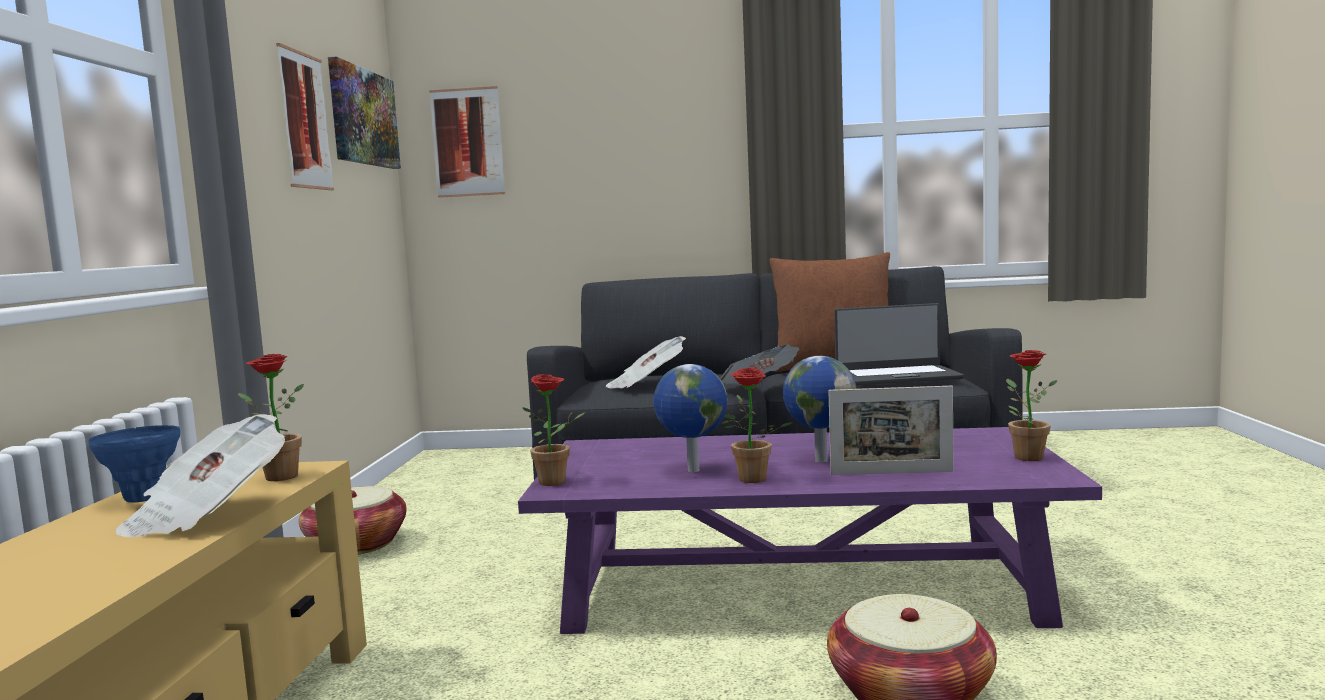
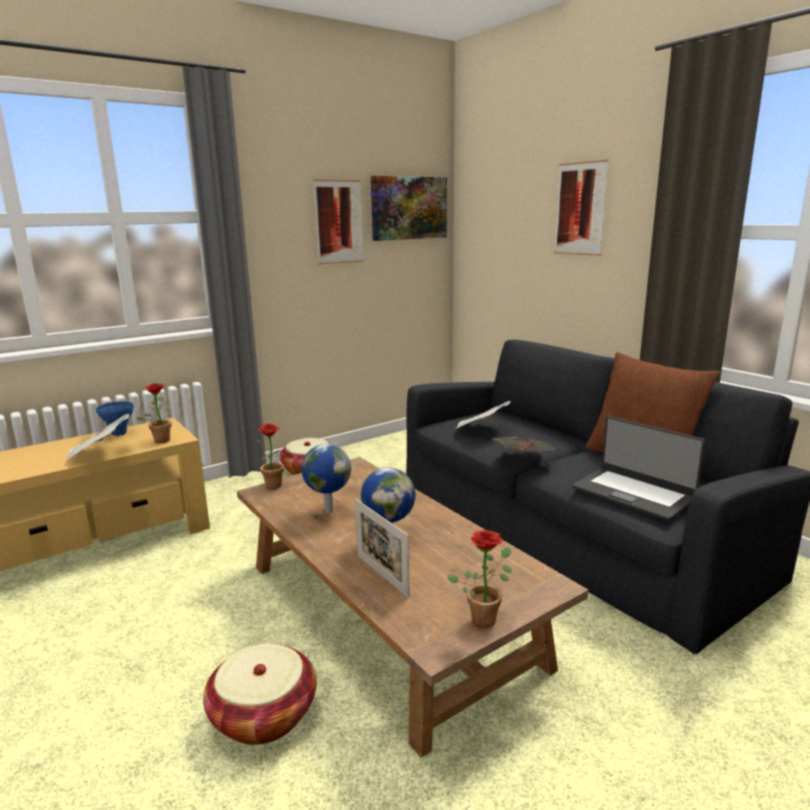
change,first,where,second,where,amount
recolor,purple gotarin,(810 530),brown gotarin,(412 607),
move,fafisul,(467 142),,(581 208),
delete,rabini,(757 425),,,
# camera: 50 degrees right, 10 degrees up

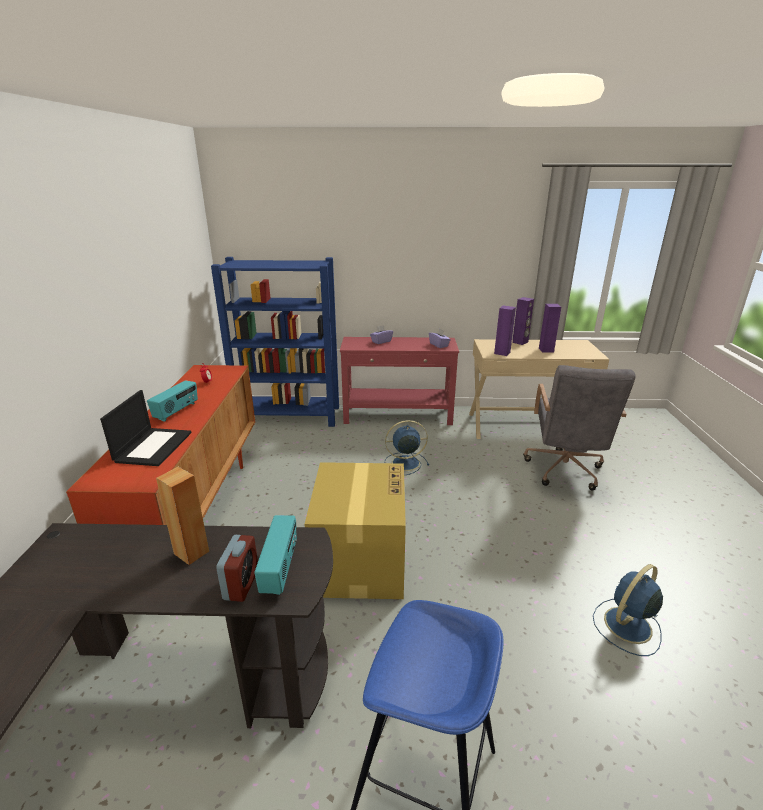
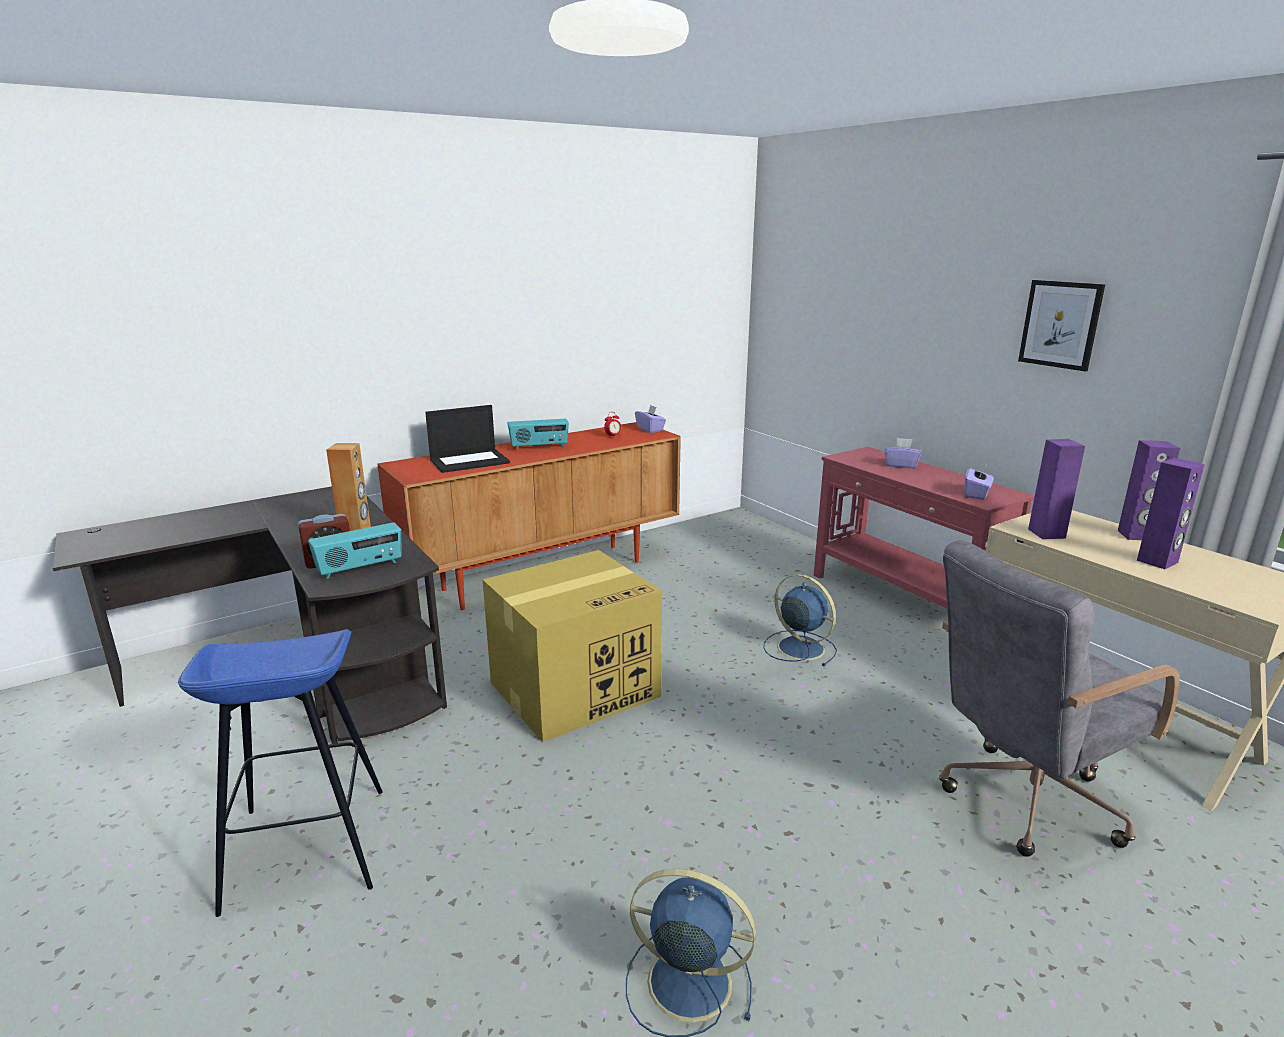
change,first,where,second,where,amount
insert,,,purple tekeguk,(650 419),
insert,,,fafisul,(1061 325),
delete,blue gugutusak,(275 342),,,
# camera: 55 degrees right, 5 degrees down

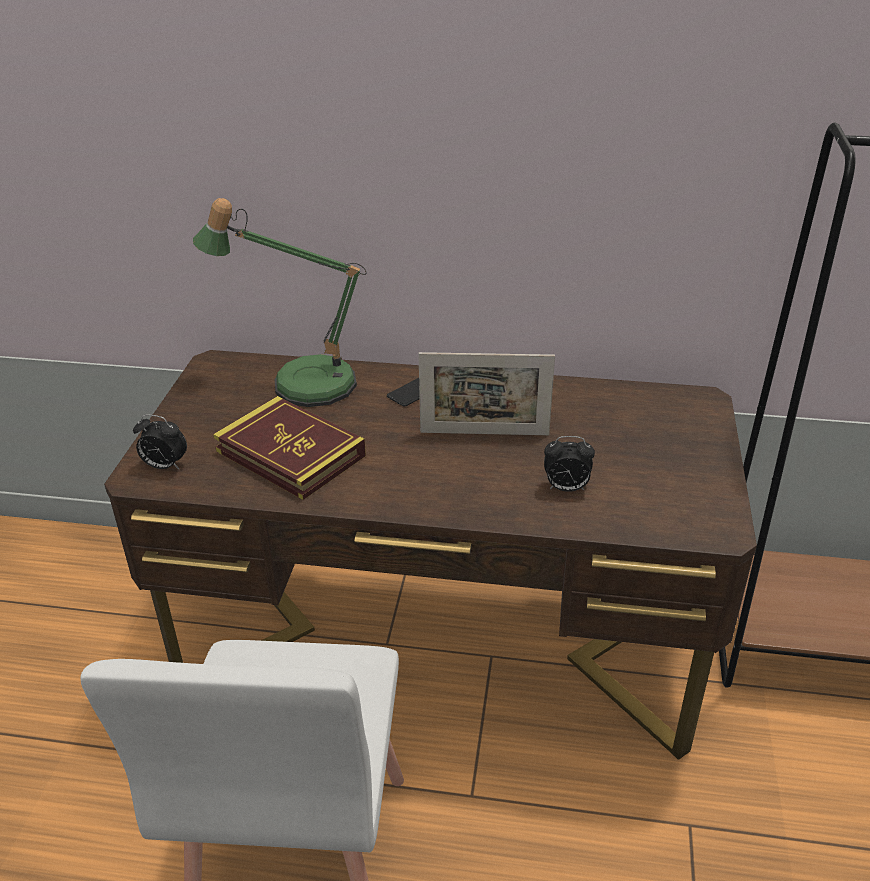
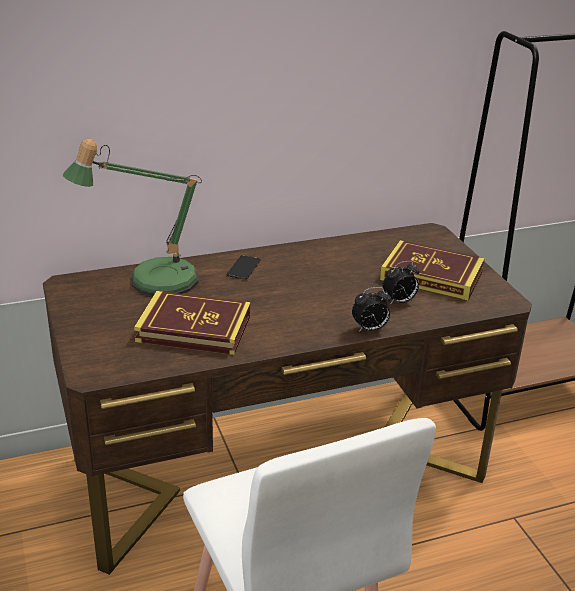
change,first,where,second,where,amount
move,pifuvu,(160 442),,(371 309),
insert,,,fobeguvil,(432 270),
delete,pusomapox,(487 393),,,
# camera: 30 degrees left, 5 degrees down

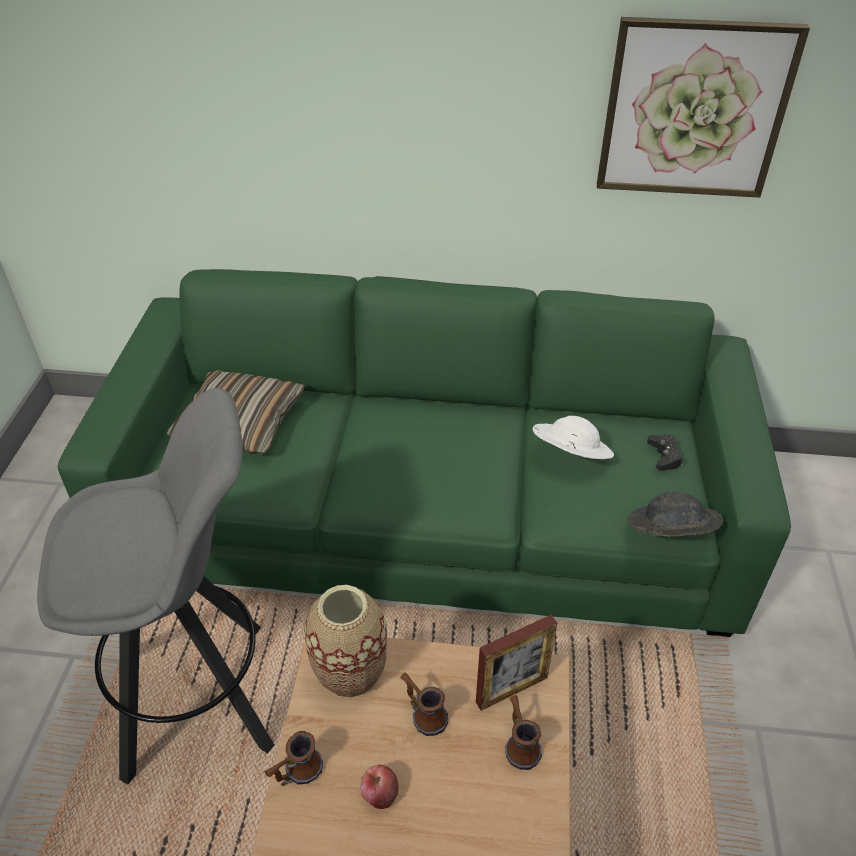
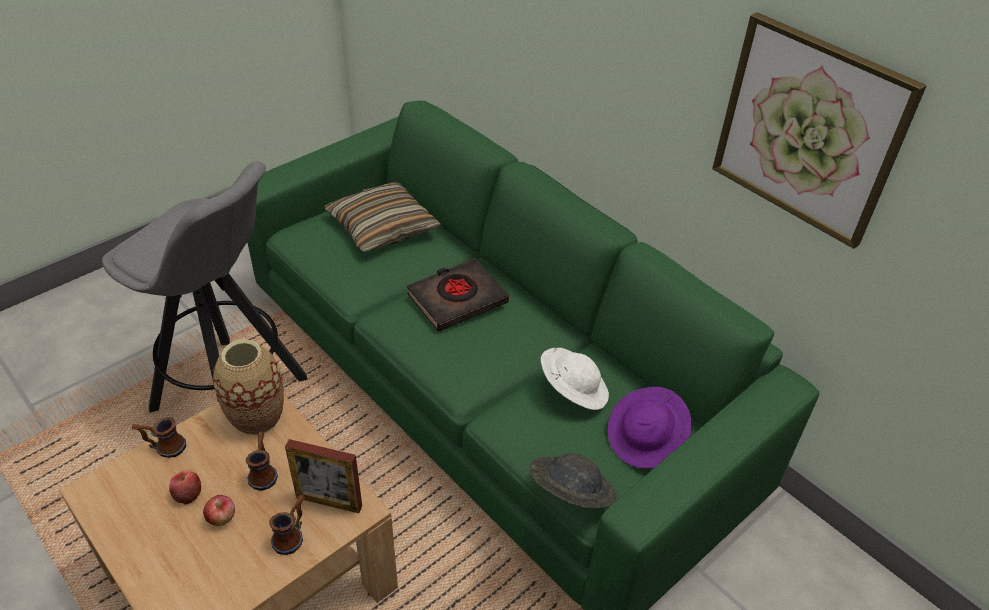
change,first,where,second,where,amount
insert,,,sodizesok,(219 510),
insert,,,black fobeguvil,(458 295),
replace,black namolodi,(665 452),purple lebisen,(650 428),
# camera: 40 degrees right, 0 degrees up

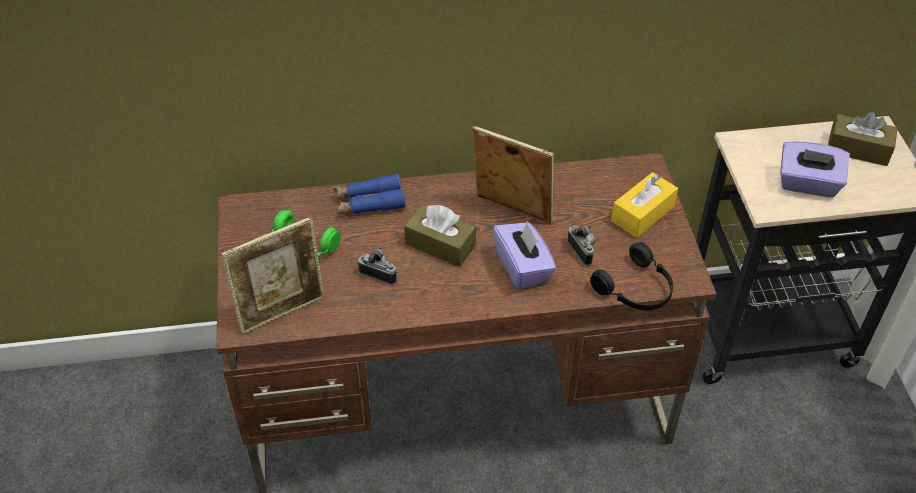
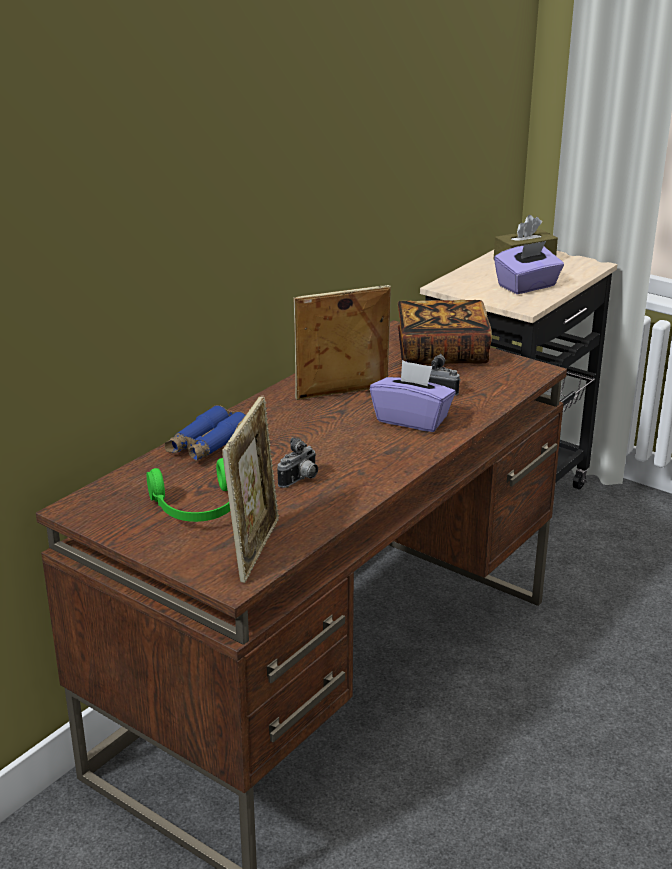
change,first,where,second,where,amount
rotate,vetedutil,(377 265),,(297 462),150 degrees clockwise
replace,yellow tekeguk,(644 205),fobeguvil,(445 332),
delete,brown tekeguk,(440 236),,,
delete,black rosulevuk,(631 276),,,
# camera: 45 degrees left, 20 degrees down

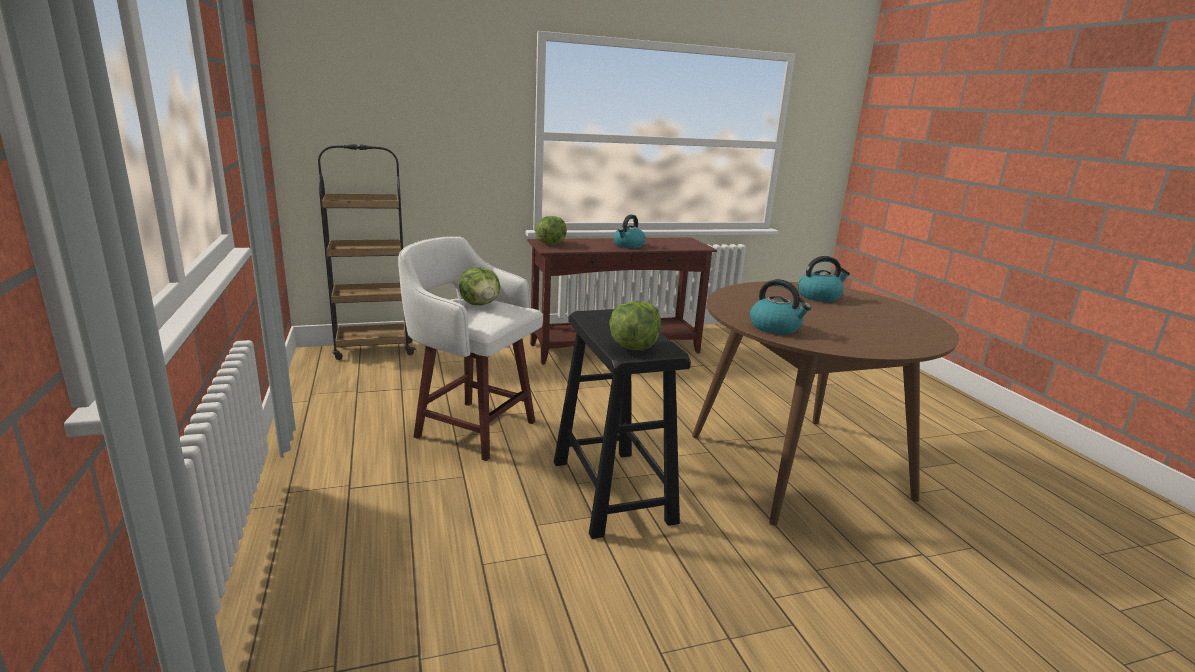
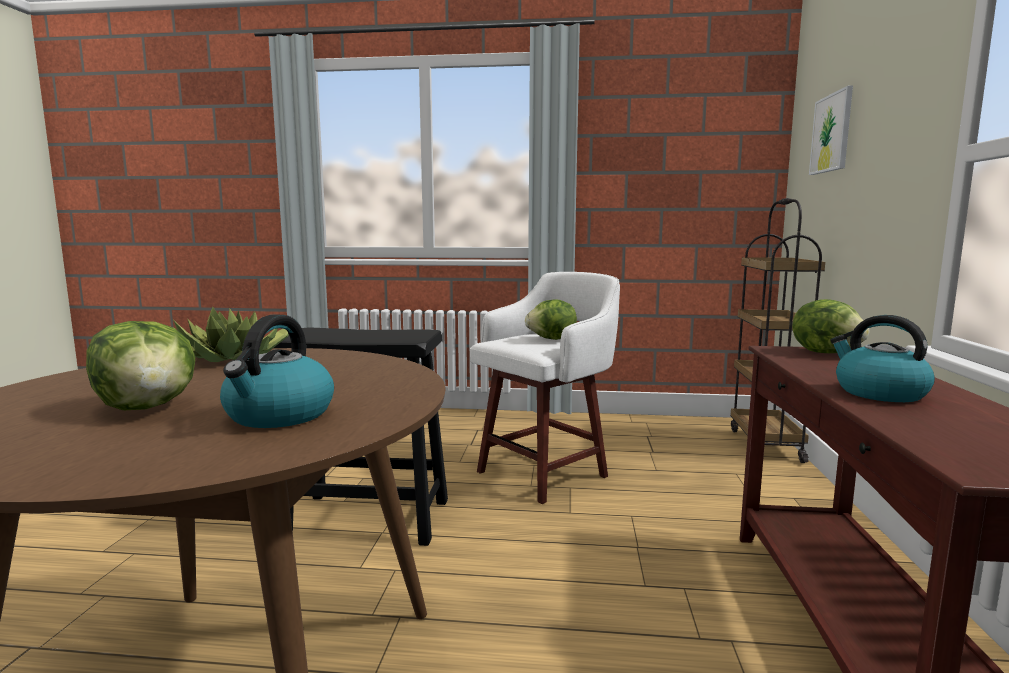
change,first,where,second,where,amount
move,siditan,(635 325),,(140 365),
replace,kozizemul,(780 306),rabini,(231 334),
insert,,,fafisul,(831 130),
# camera: 115 degrees right, 10 degrees down

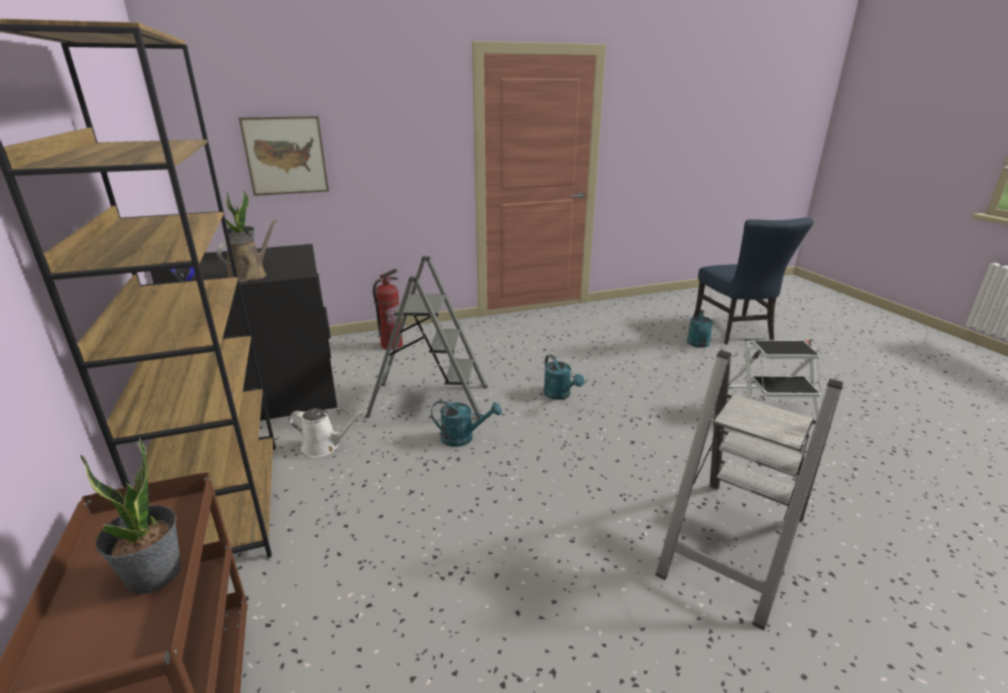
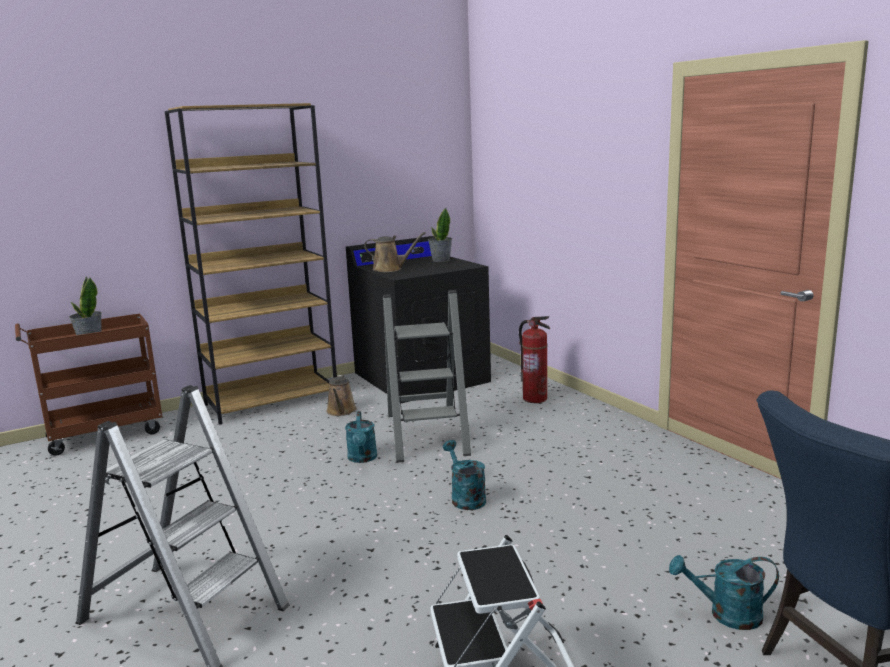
change,first,where,second,where,amount
recolor,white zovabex,(326 433),brown zovabex,(341 395),
rotate,turquoise zovabex,(564 377),,(464 475),105 degrees clockwise
delete,fafisul,(284 156),,,
# camera: 80 degrees right, 10 degrees down

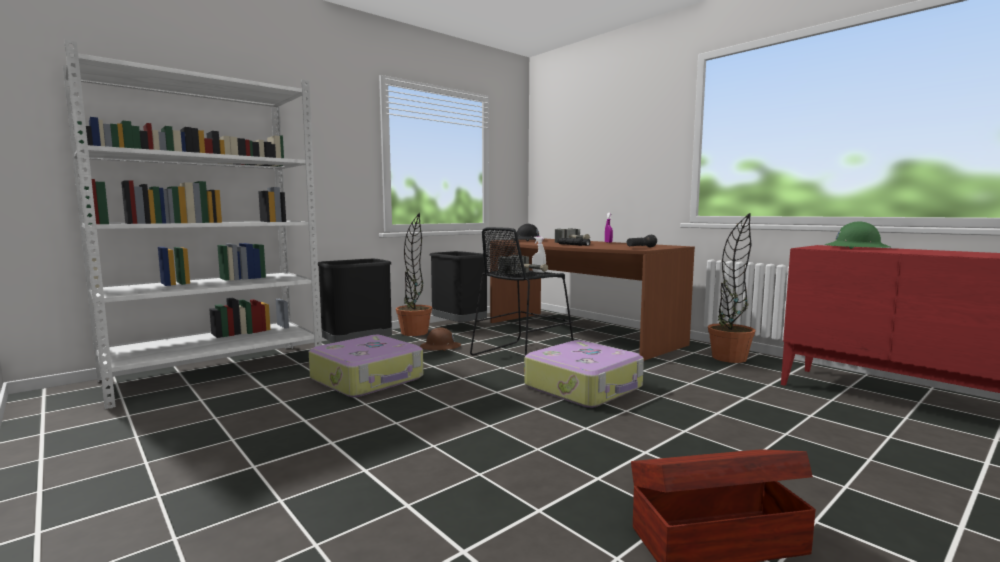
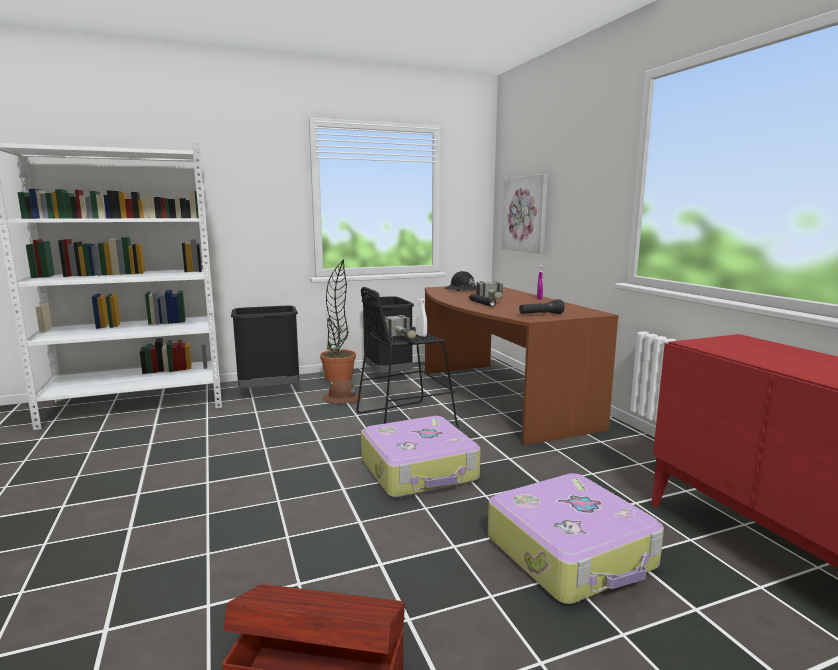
change,first,where,second,where,amount
move,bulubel,(366 366),,(576 538),
insert,,,fafisul,(525 213),
delete,rabini,(732 288),,,
delete,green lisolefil,(857 235),,,
# camera: 20 degrees right, 5 degrees up

